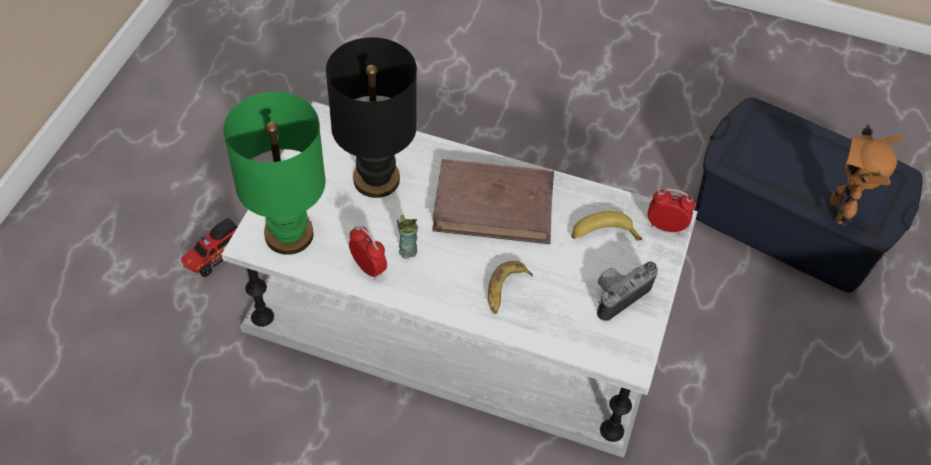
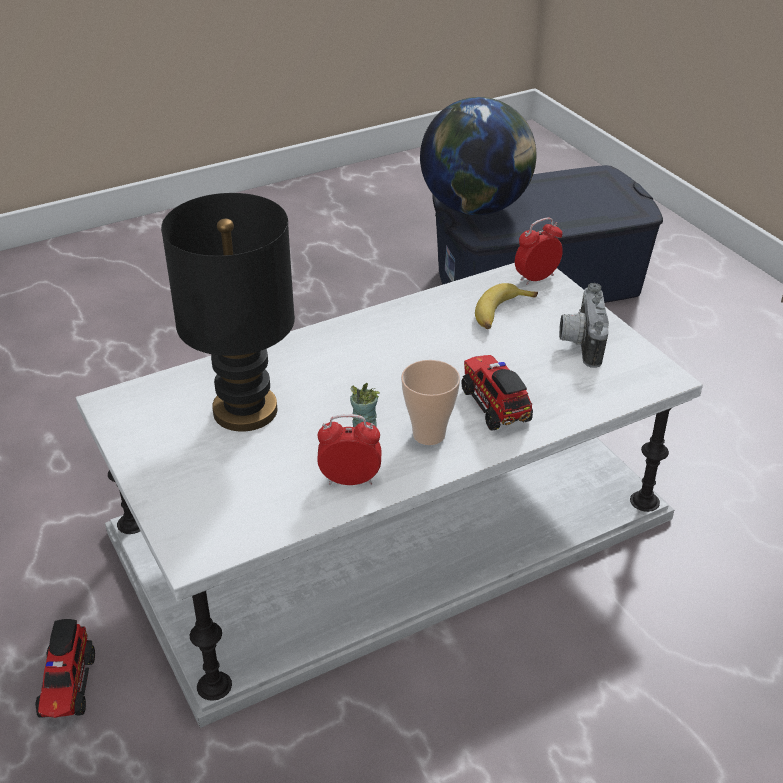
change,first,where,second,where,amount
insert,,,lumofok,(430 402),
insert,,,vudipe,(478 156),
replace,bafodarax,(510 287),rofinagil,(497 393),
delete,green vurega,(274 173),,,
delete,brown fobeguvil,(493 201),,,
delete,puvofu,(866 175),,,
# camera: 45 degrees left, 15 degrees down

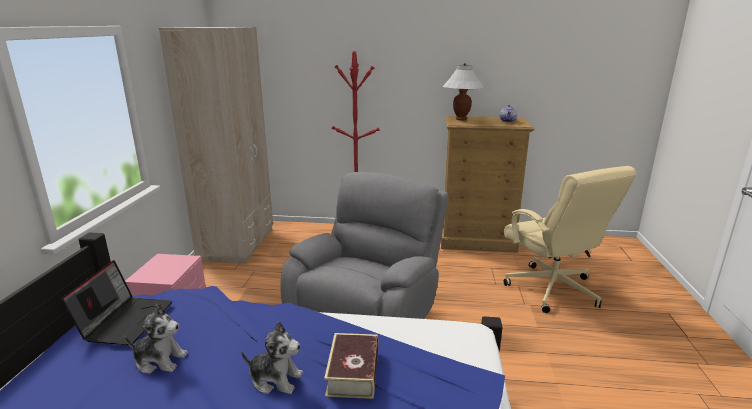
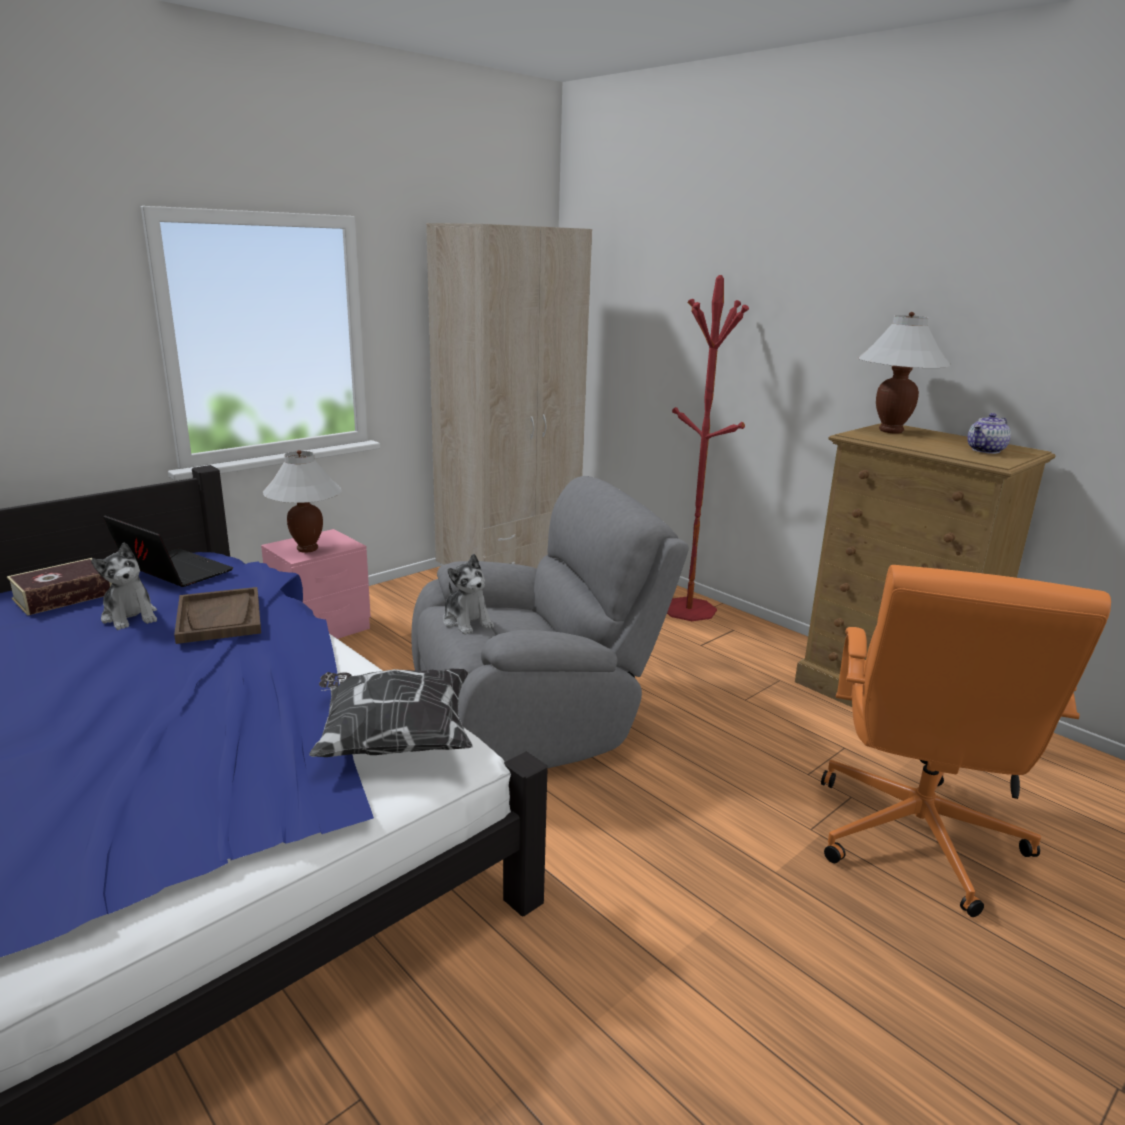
change,first,where,second,where,amount
move,fobeguvil,(351 366),,(59 586),
rotate,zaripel,(116 302),,(168 551),105 degrees counterclockwise
insert,,,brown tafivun,(217 615),
insert,,,white vurega,(302 501),
insert,,,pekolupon,(391 713),
move,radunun,(272 357),,(468 594),
recolor,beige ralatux,(570 239),orange ralatux,(966 741),
# camera: 40 degrees right, 0 degrees up

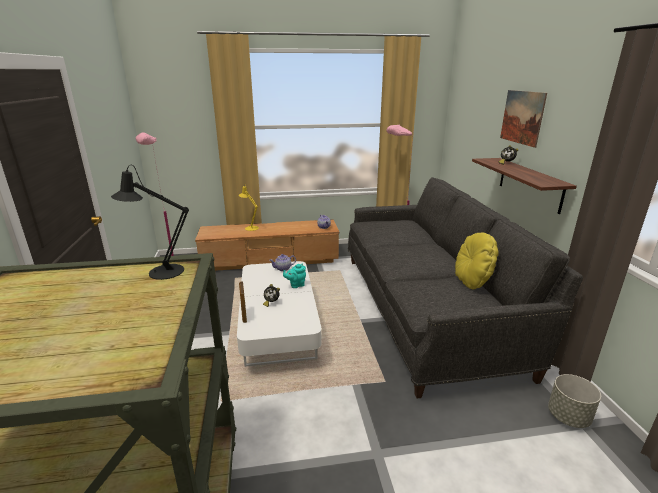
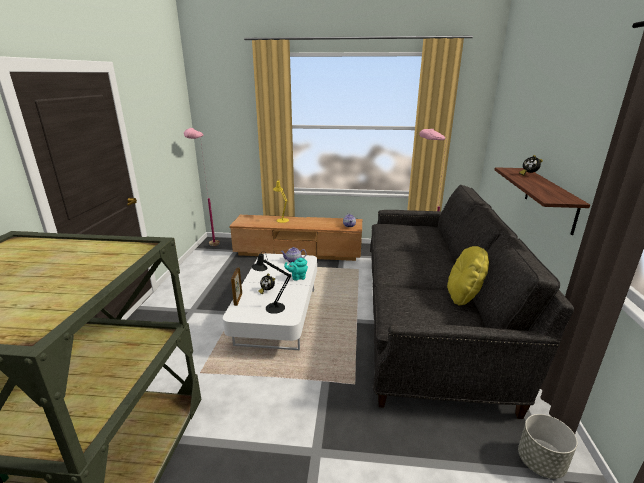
change,first,where,second,where,amount
move,black vurega,(150 222),,(271 282),
delete,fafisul,(523 119),,,
# camera: 15 degrees right, 0 degrees up

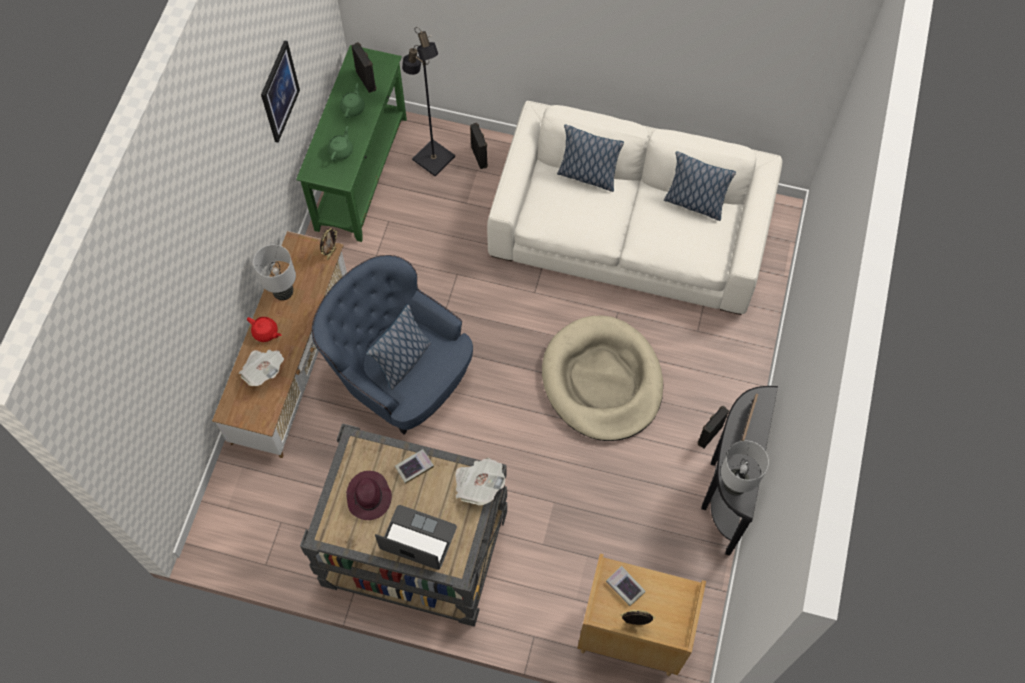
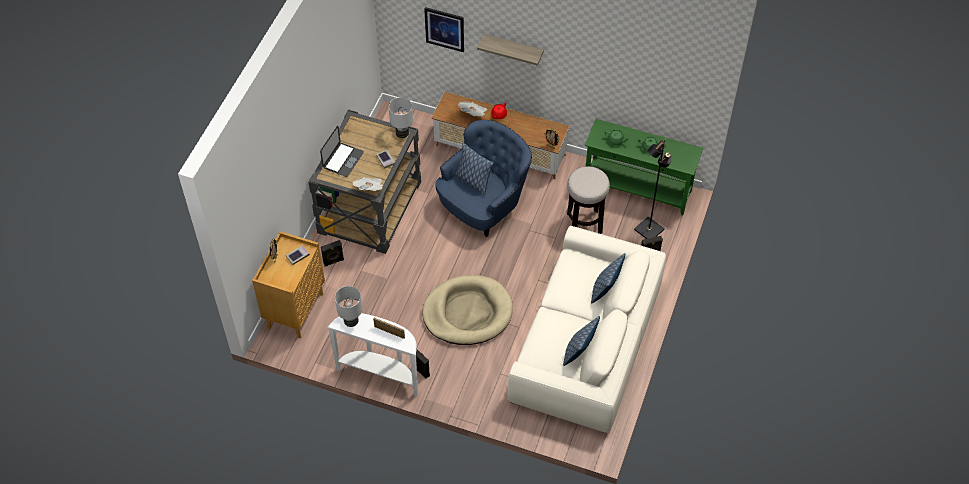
change,first,where,second,where,amount
move,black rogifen,(363 67),,(332 253),
recolor,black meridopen,(739 470),white meridopen,(372 354),
move,grey vurega,(274 272),,(401 117),
move,fafisul,(280 91),,(444 29),
insert,,,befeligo,(510 49),
insert,,,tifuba,(588 200),
delete,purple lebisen,(369 495),,,
# camera: 95 degrees right, 10 degrees down

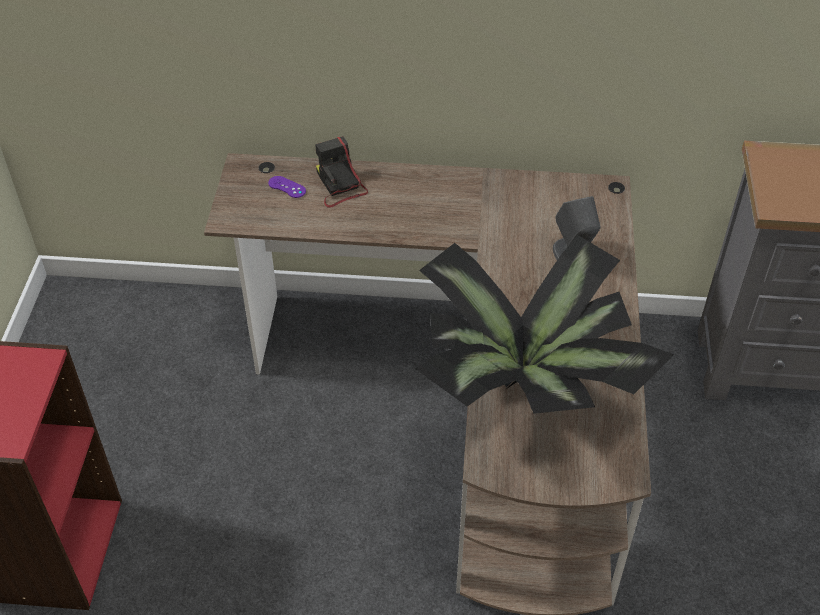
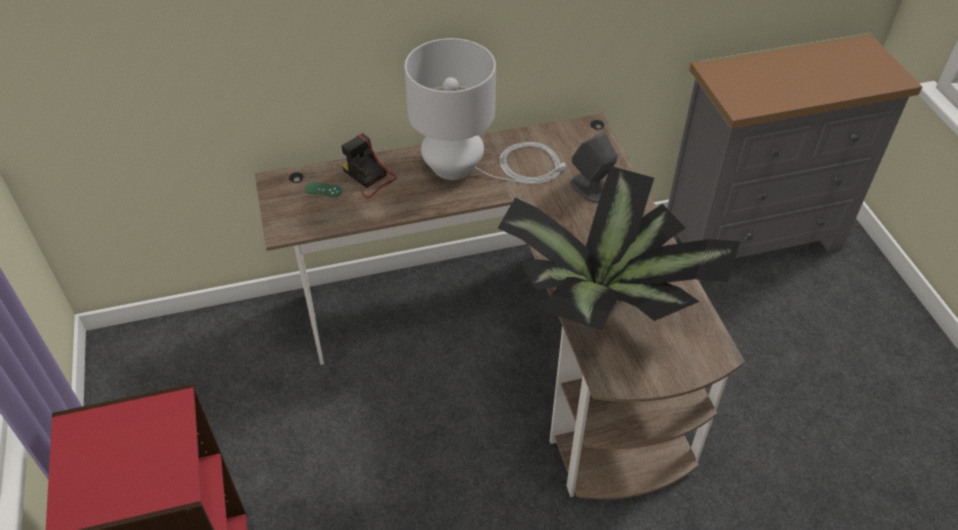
change,first,where,second,where,amount
recolor,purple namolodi,(287 187),green namolodi,(323 190),
insert,,,white vurega,(486 111),
# camera: 20 degrees left, 0 degrees up

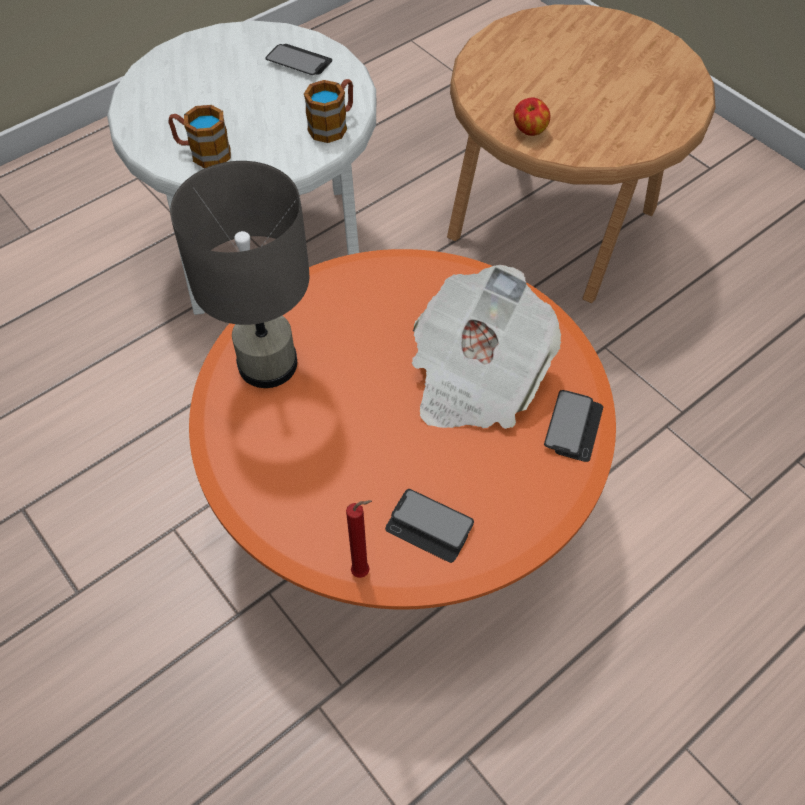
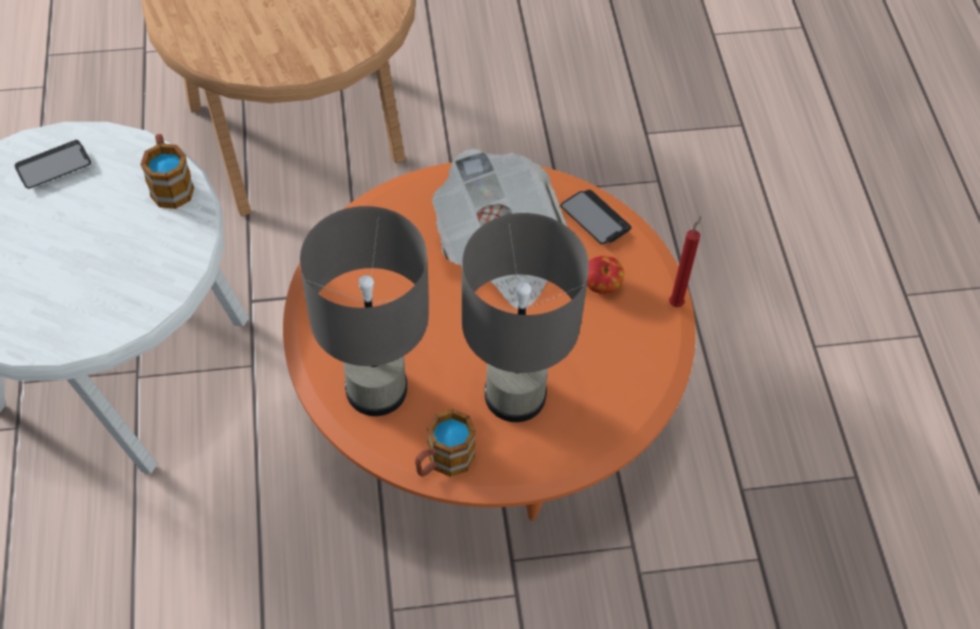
change,first,where,second,where,amount
move,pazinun,(199 136),,(445 443),
insert,,,grey vurega,(525 317),
move,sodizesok,(532 116),,(605 275),
move,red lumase,(359 539),,(685 261),
delete,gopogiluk,(429 526),,,
# camera: 60 degrees left, 0 degrees up

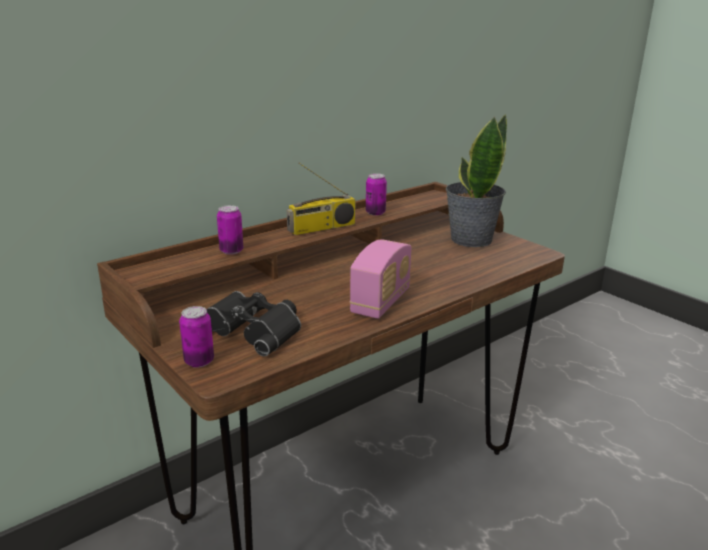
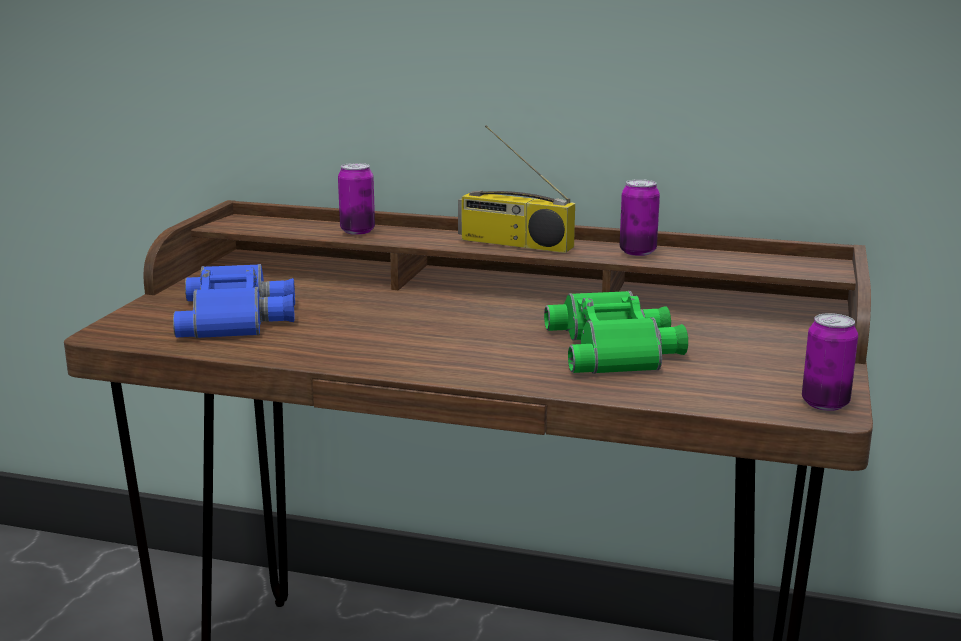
change,first,where,second,where,amount
recolor,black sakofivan,(254 323),blue sakofivan,(234 301),
insert,,,green sakofivan,(616 332),
move,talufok,(196 337),,(830 362),
delete,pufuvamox,(380 279),,,
delete,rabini,(476 180),,,
# camera: 55 degrees right, 5 degrees down

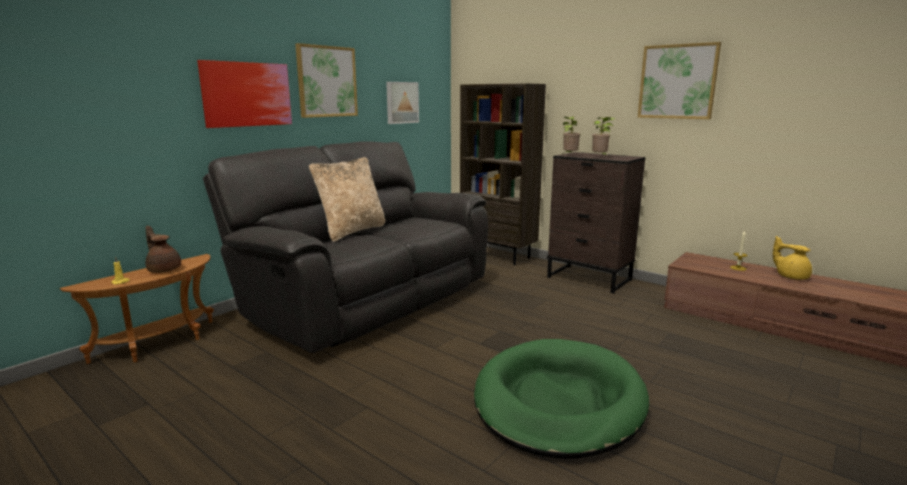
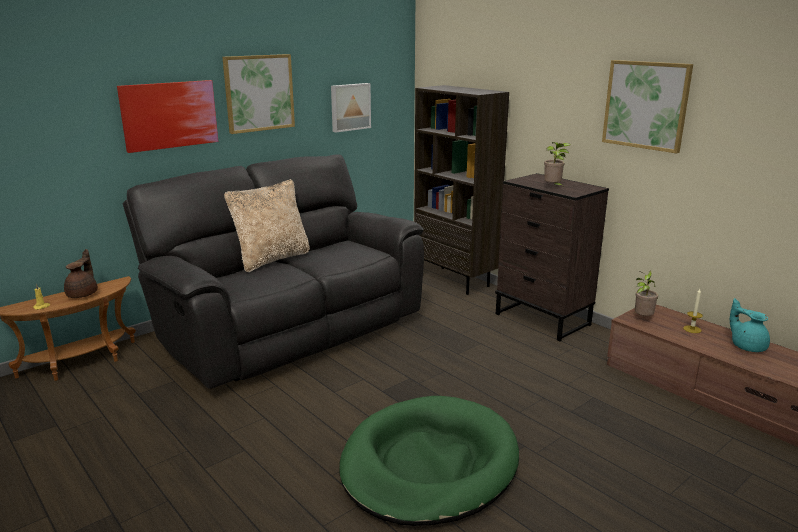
change,first,where,second,where,amount
rotate,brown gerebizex,(163 249),,(81 273),45 degrees clockwise
move,rabini,(571 134),,(646 293),
recolor,yellow gerebizex,(792 258),turquoise gerebizex,(750 325),
# camera: 10 degrees right, 5 degrees up

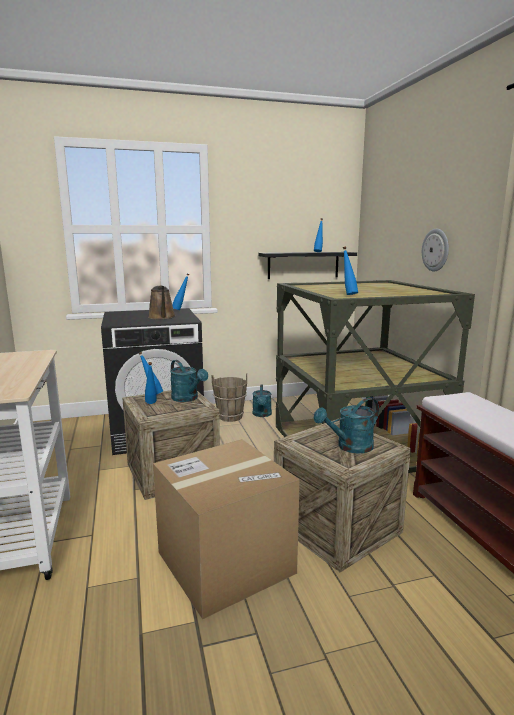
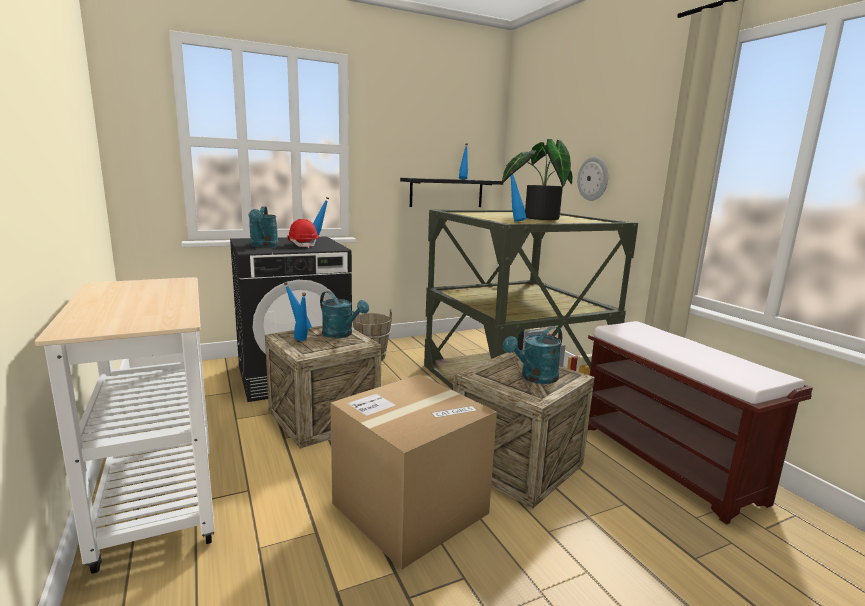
change,first,where,second,where,amount
move,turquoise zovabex,(262 401),,(263 226),
replace,brown zovabex,(161 302),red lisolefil,(303 233),
insert,,,rabini,(537 179),
# camera: 10 degrees left, 0 degrees up

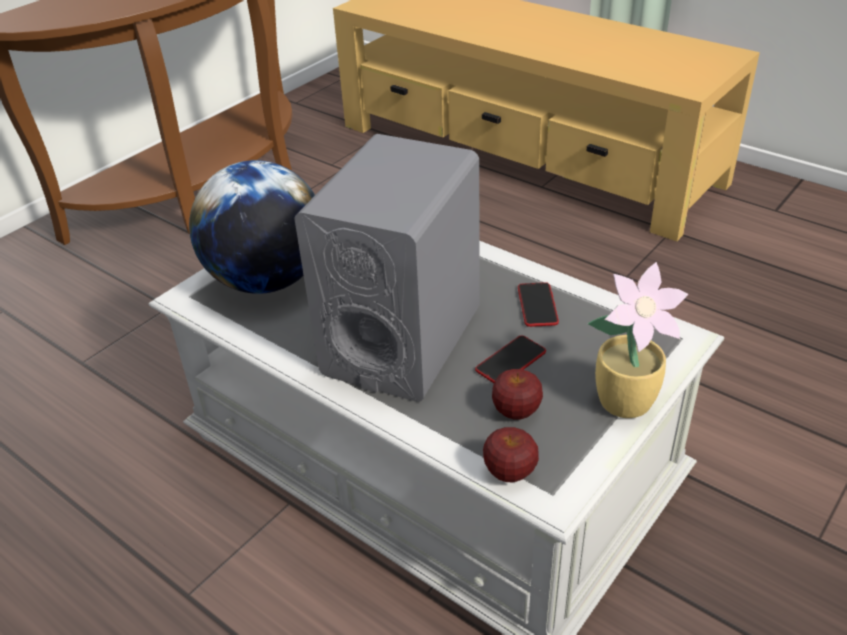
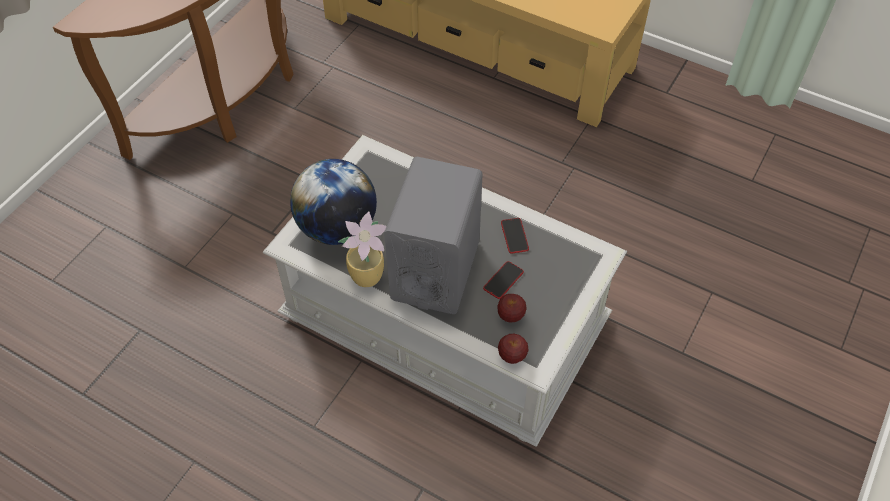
change,first,where,second,where,amount
move,rabini,(638 340),,(362 249),
# camera: 10 degrees left, 15 degrees up

